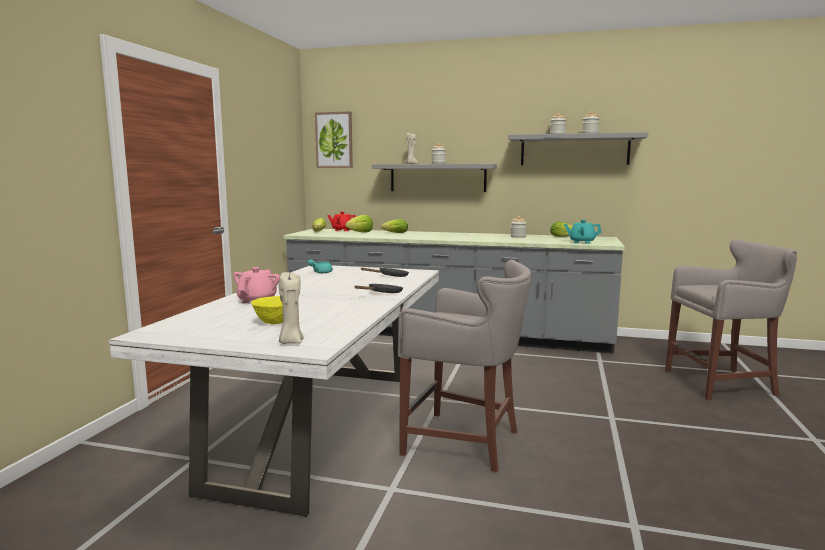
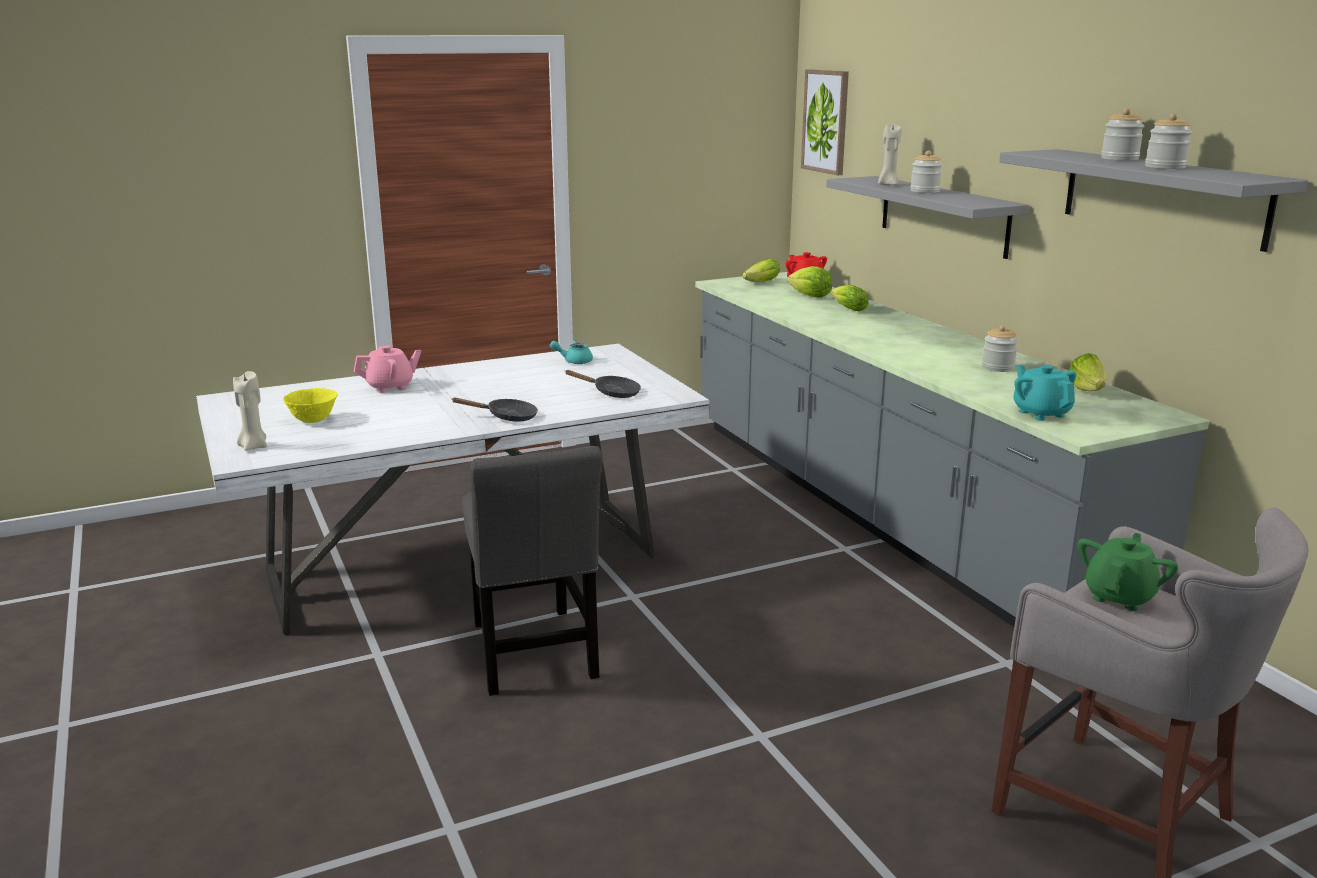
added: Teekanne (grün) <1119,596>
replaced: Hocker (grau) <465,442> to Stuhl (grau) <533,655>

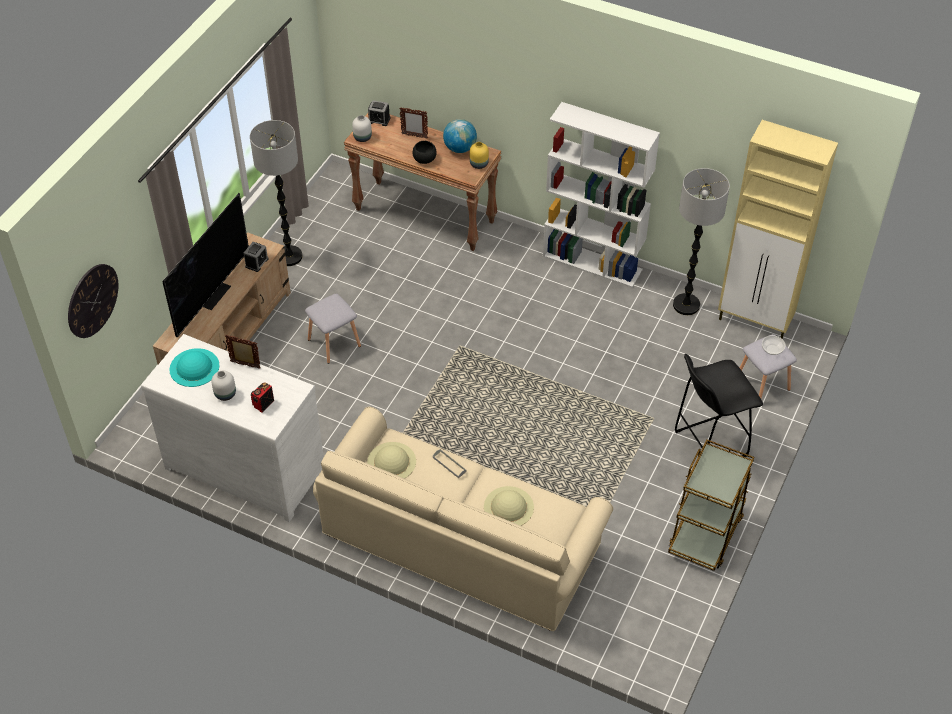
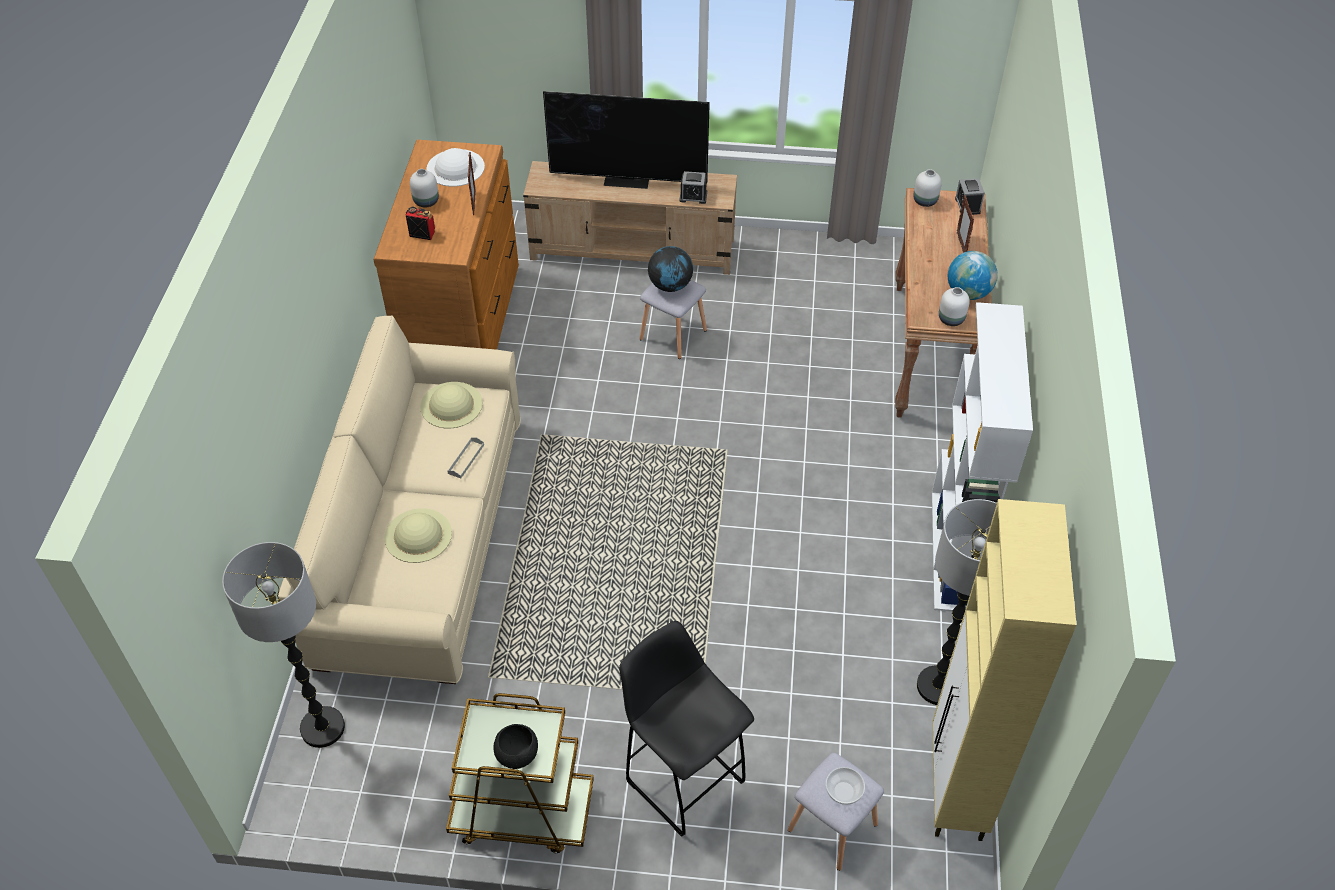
removed: Wanduhr <92,300>
added: Globus <670,285>
moved: Stehlampe <289,256> to <322,727>; Schüssel (schwarz) <424,159> to <516,754>
recoloured: Kommode (weiß) <246,466> to Kommode (braun) <463,320>; Hut (türkis) <194,367> to Hut (weiß) <455,167>; Vase (gelb) <478,164> to Vase (weiß) <950,319>

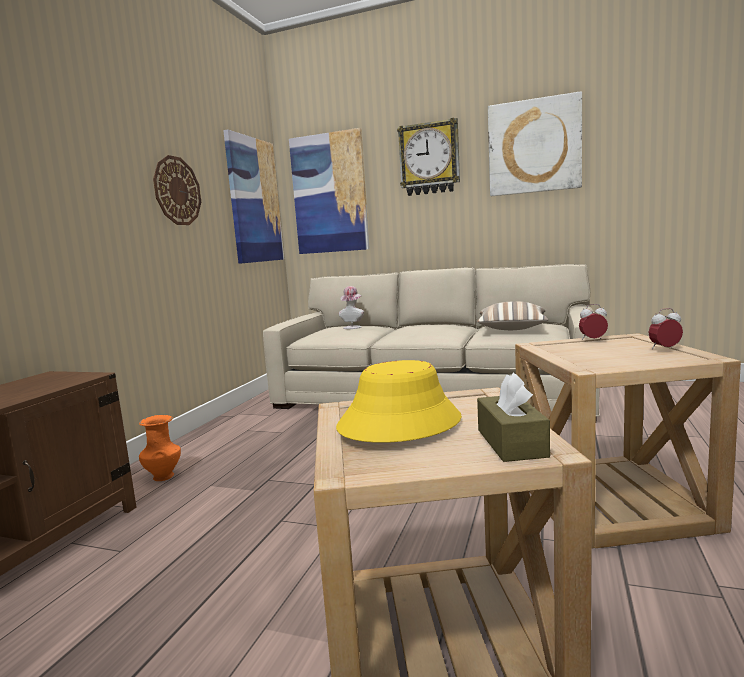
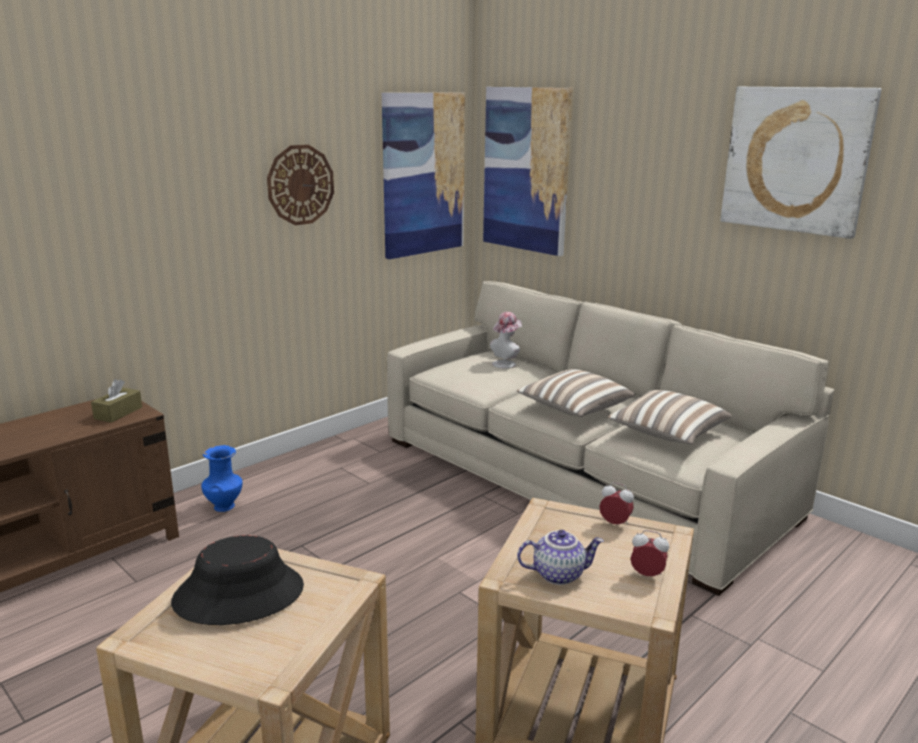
removed: Wanduhr <429,159>
added: Kissen <574,409>; Teekanne <558,574>
moved: Taschentuchbox (braun) <511,443> to <118,413>
recoloured: Vase (orange) <163,476> to Vase (blau) <224,506>; Hut (gelb) <399,423> to Hut (schwarz) <239,594>

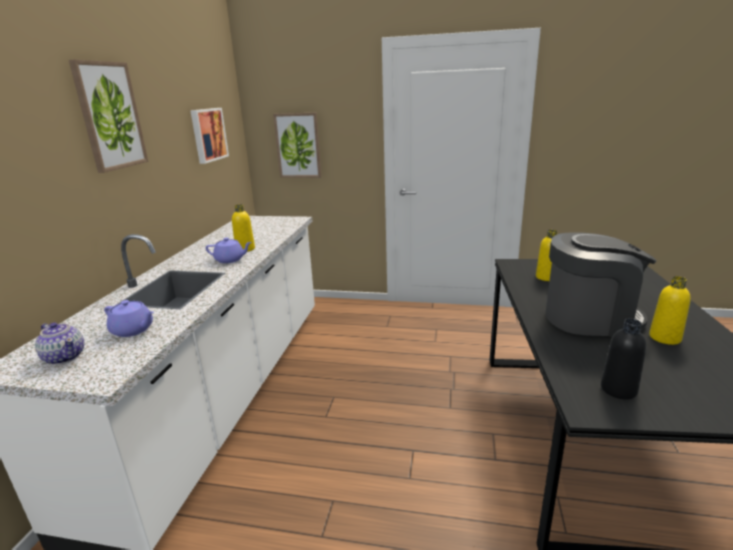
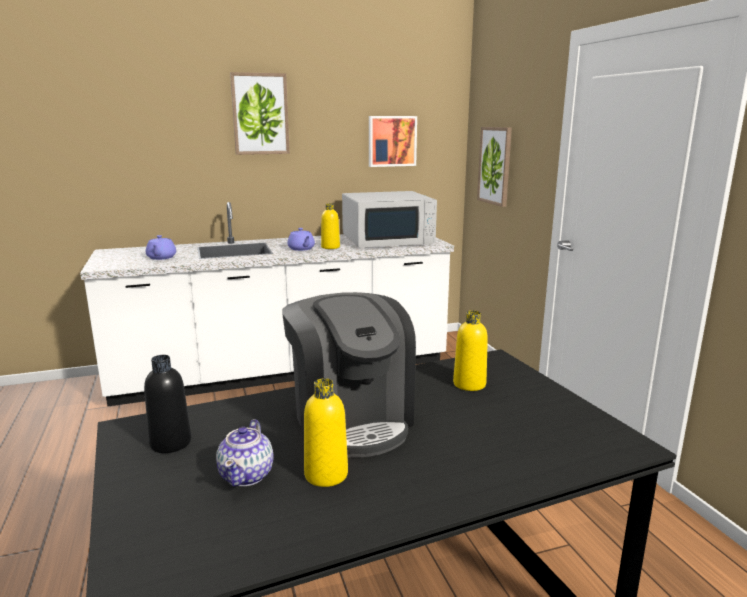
added: Mikrowelle (weiß) <388,240>
moved: Teekanne <65,357> to <247,475>

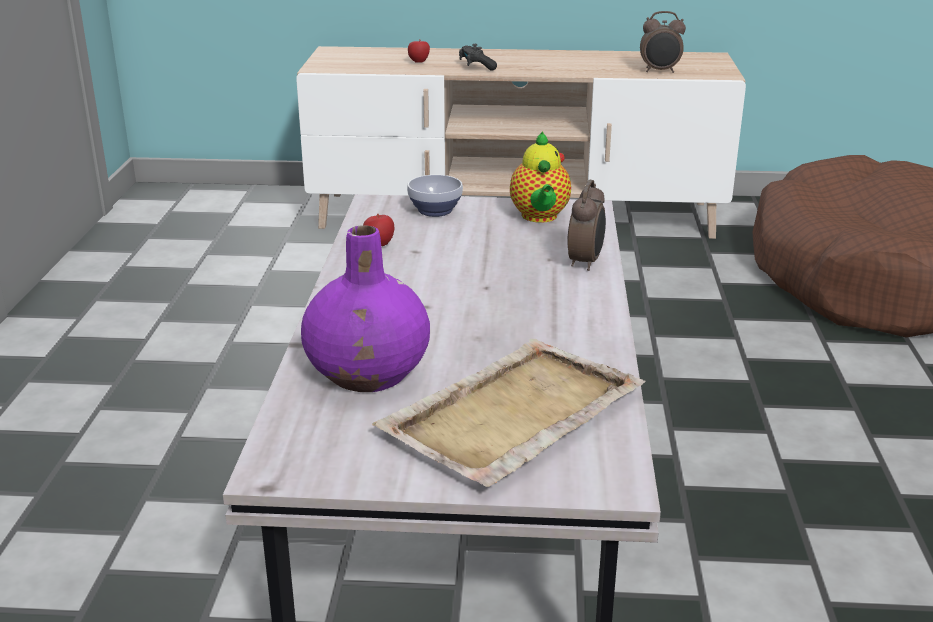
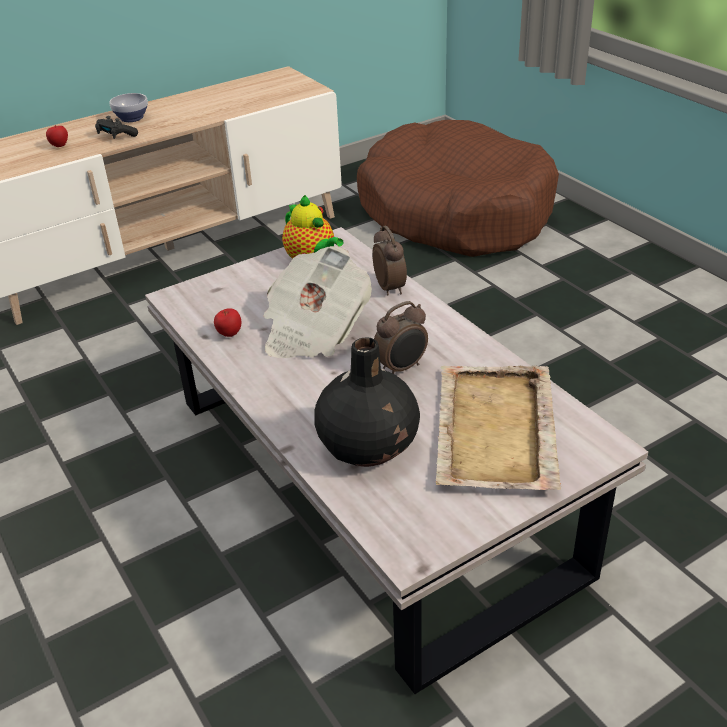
added: Zeitung <314,330>
moved: Schüssel <436,211> to <132,118>; Wecker <660,71> to <402,368>
recoloured: Vase (lila) <369,374> to Vase (schwarz) <369,446>

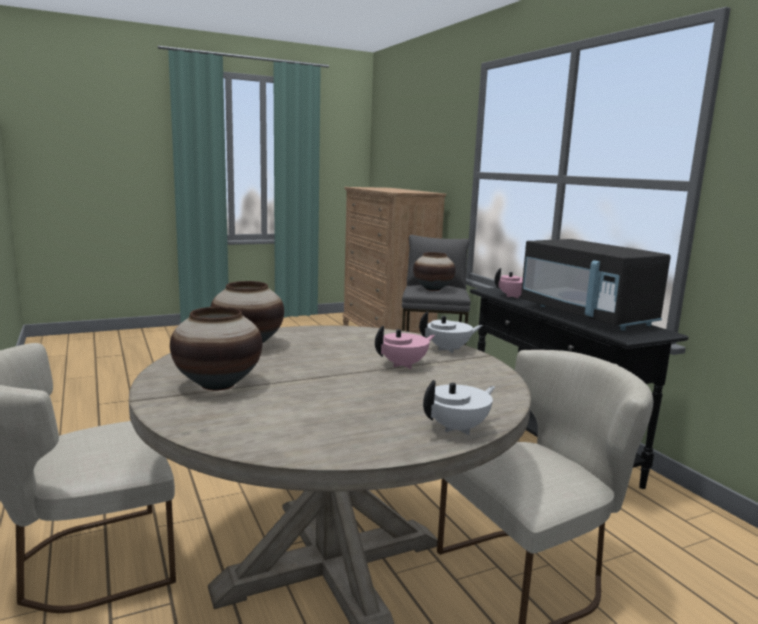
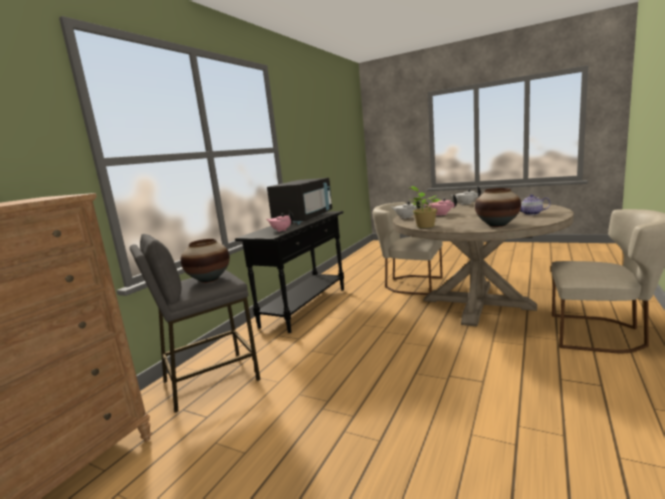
added: Topfpflanze <424,226>
replaced: Vase <217,384> to Teekanne <531,214>

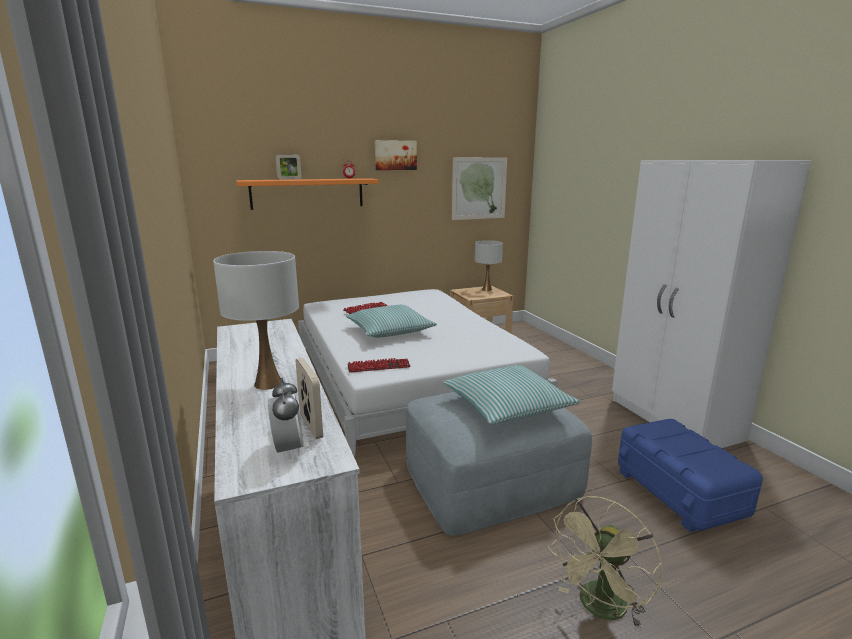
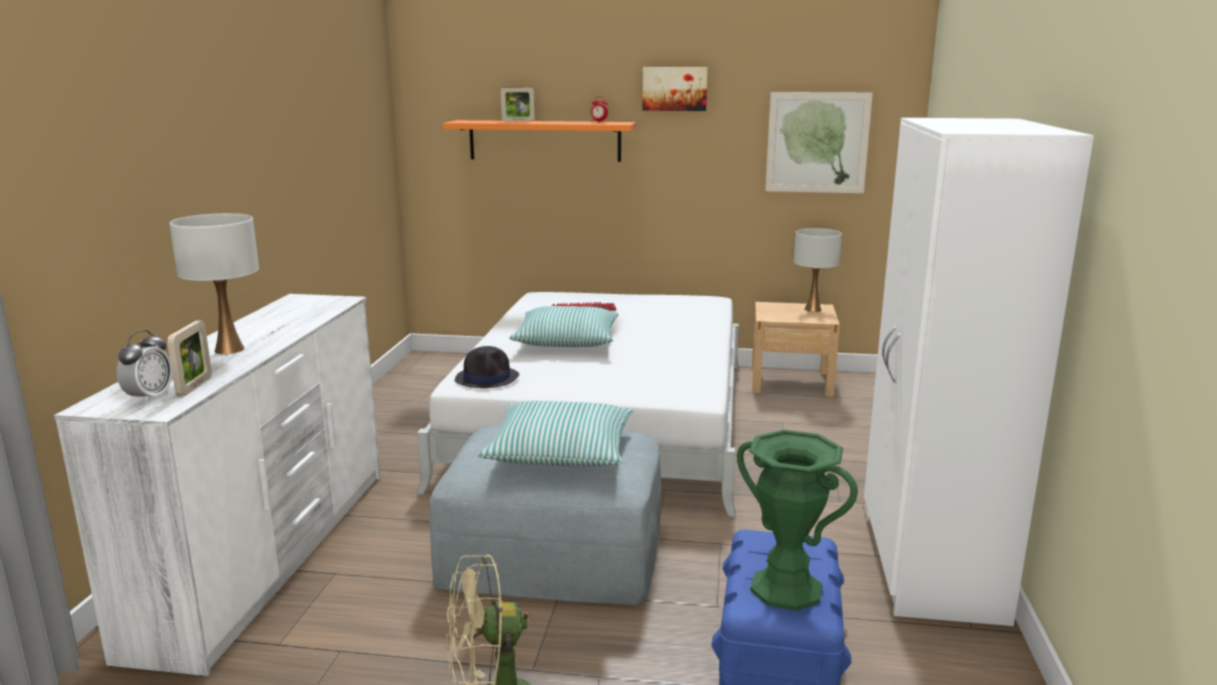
added: Vase (grün) <786,589>
replaced: Tastatur <378,366> to Hut (schwarz) <487,378>

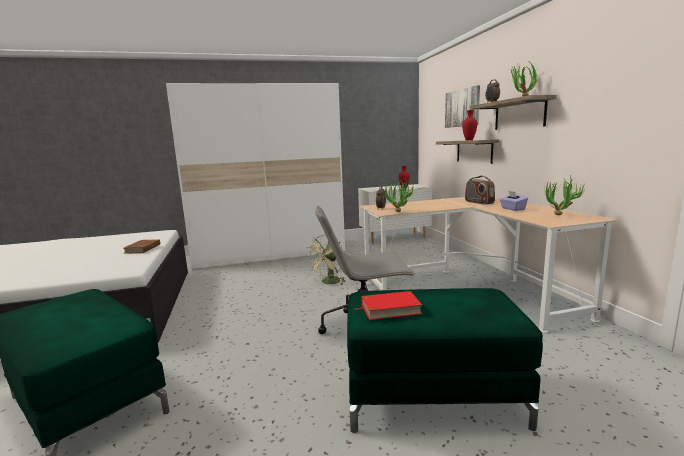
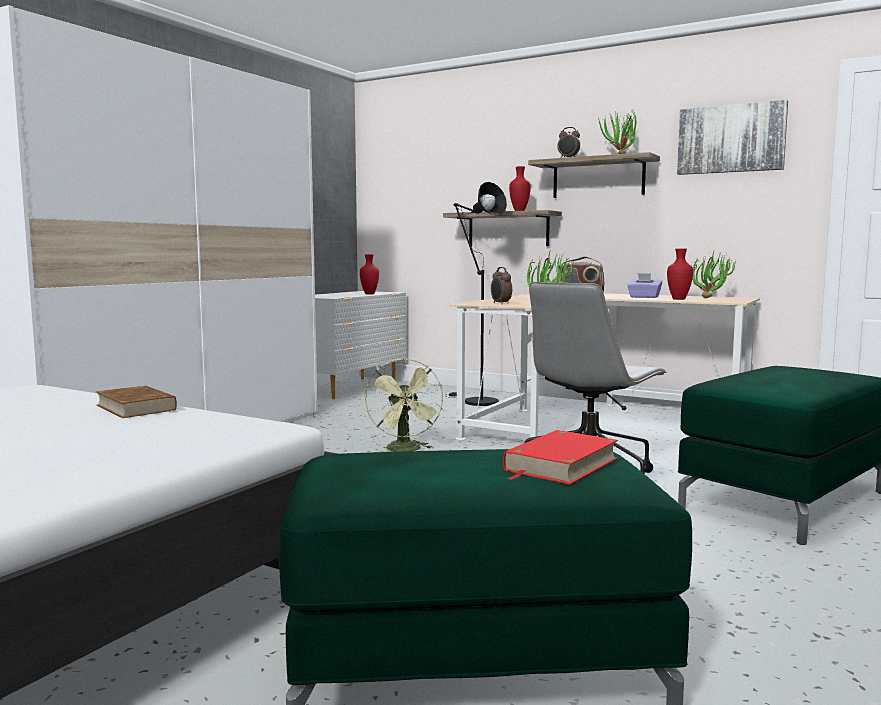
added: Stehlampe (schwarz) <476,401>; Vase (rot) <678,299>
moved: Buch (rot) <390,309> to <560,464>; Bild <462,108> to <731,139>

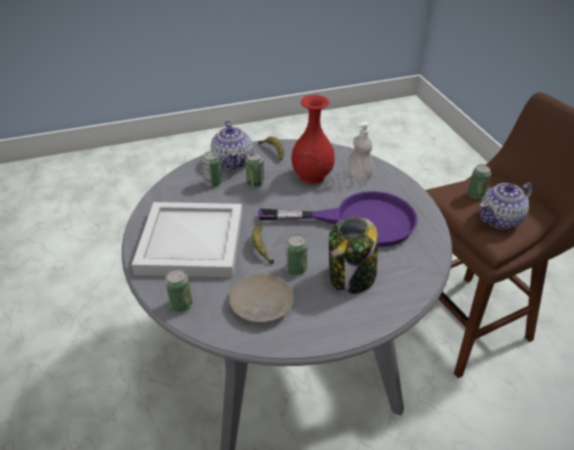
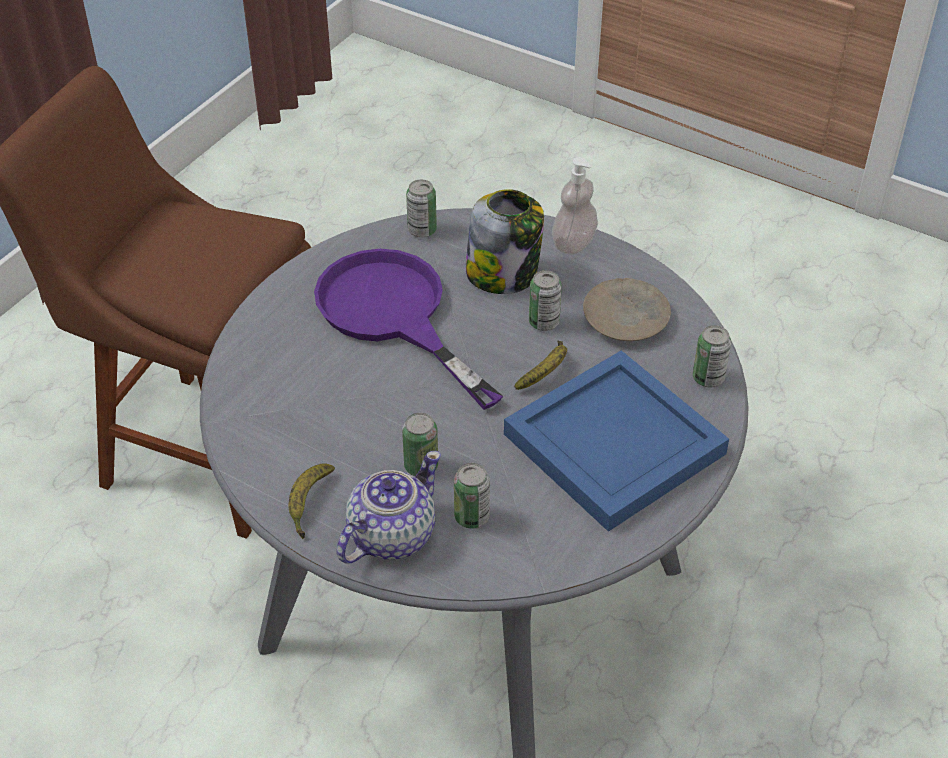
removed: Vase (rot) <311,175>; Teekanne <500,219>
moved: Seifenspender <359,176> to <573,244>; Dose <475,195> to <422,230>
recoloured: Tablett (weiß) <192,243> to Tablett (blau) <614,441>

